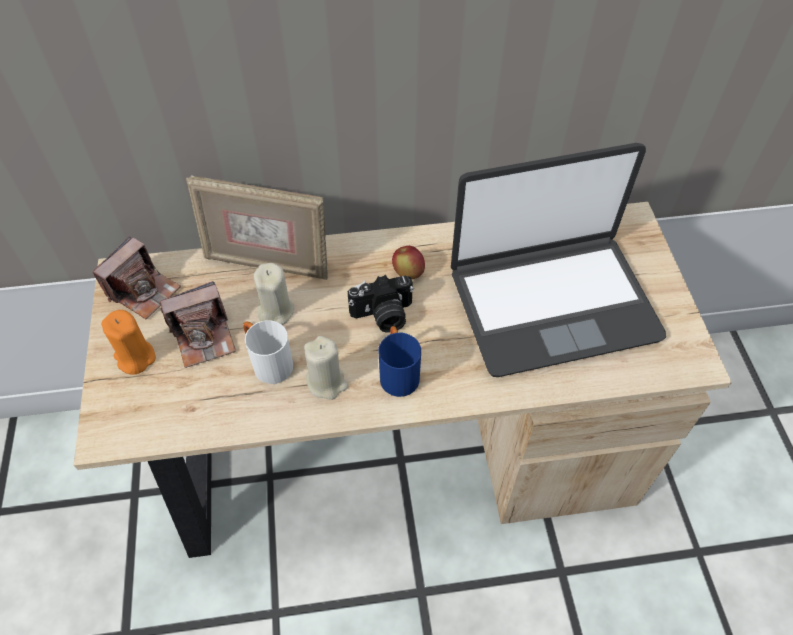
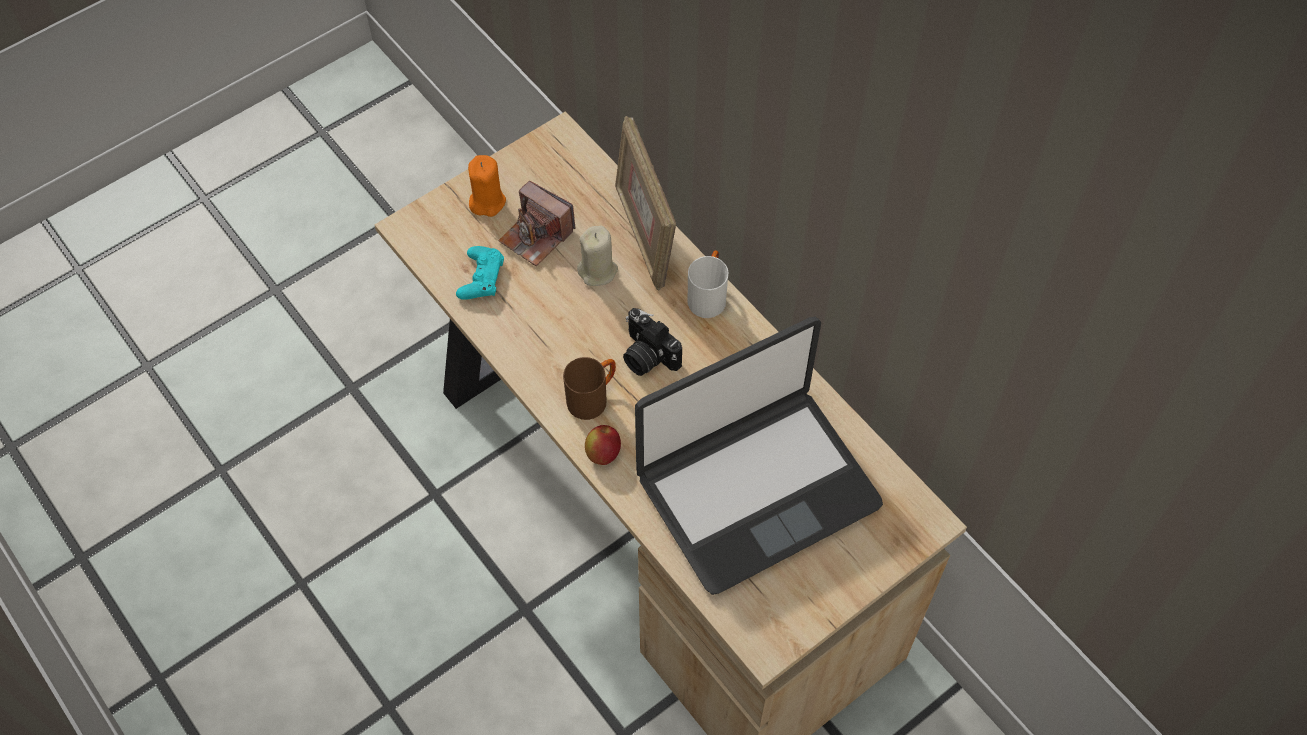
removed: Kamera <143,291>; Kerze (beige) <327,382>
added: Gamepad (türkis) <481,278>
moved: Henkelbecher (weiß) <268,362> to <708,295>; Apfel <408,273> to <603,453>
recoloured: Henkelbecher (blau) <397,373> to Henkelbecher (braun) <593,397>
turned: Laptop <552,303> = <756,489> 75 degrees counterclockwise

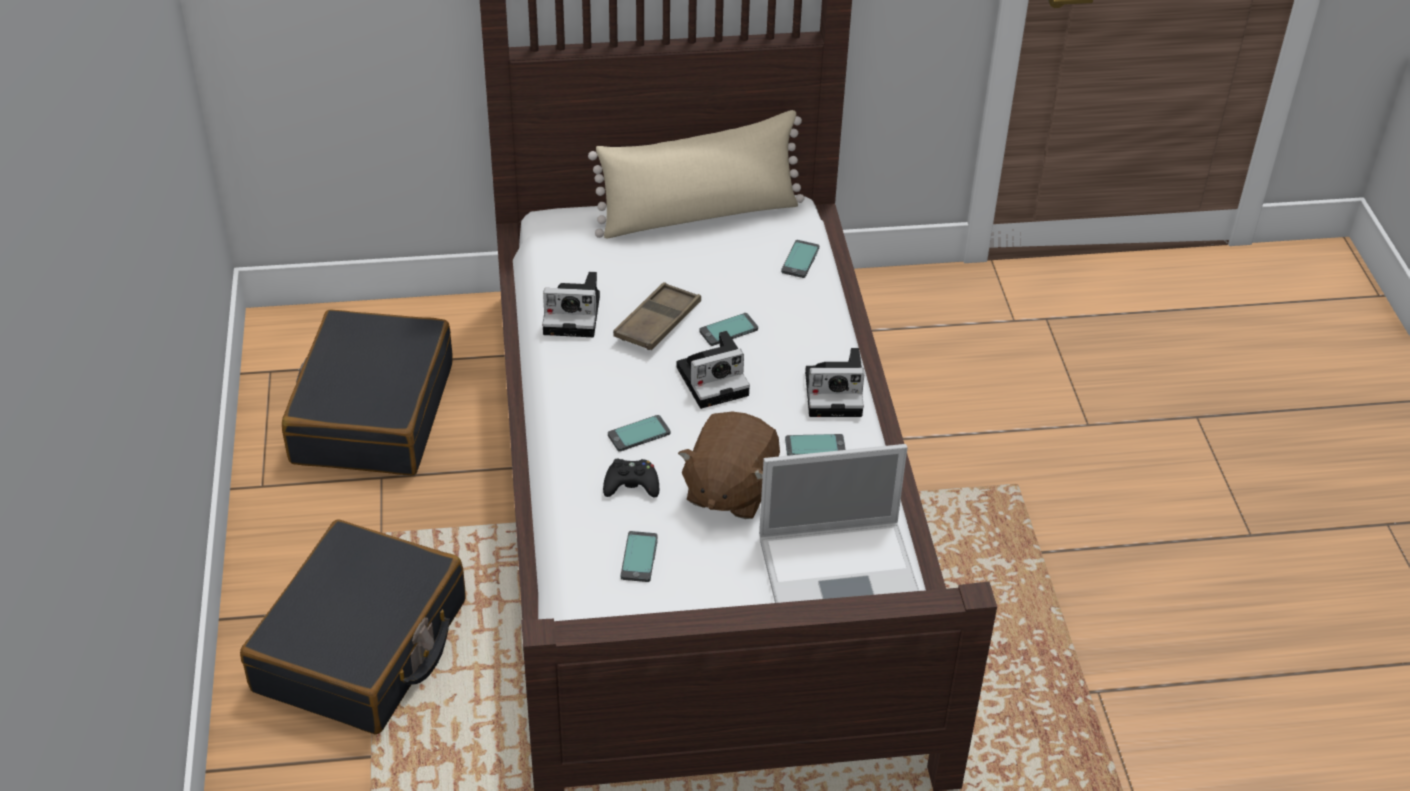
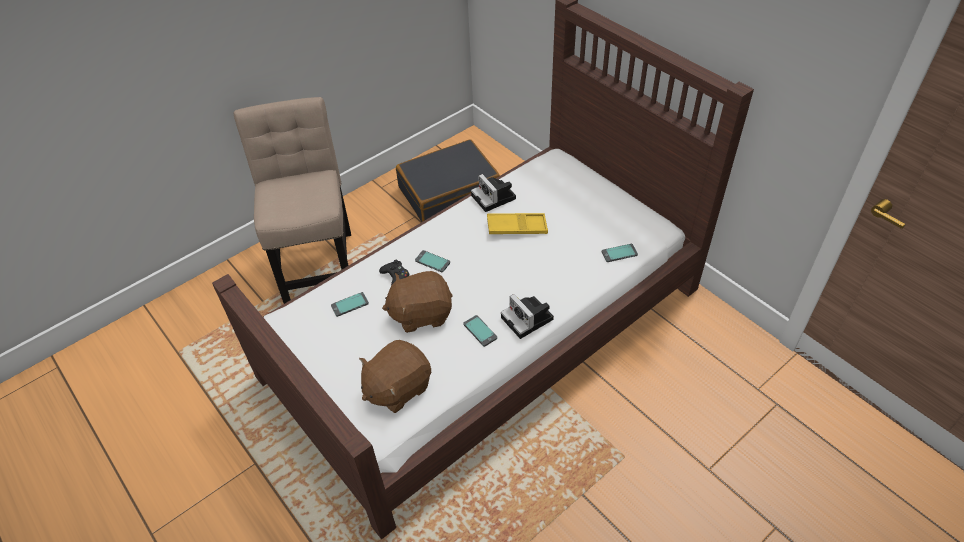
removed: Kissen (beige) <699,215>; Kamera <714,379>; Handy <728,330>
replaced: Koffer (schwarz) <362,647> to Stuhl (beige) <318,265>; Laptop <842,571> to Plüschtier (braun) <397,387>
recoloured: Tablett (braun) <657,322> to Tablett (gelb) <517,227>

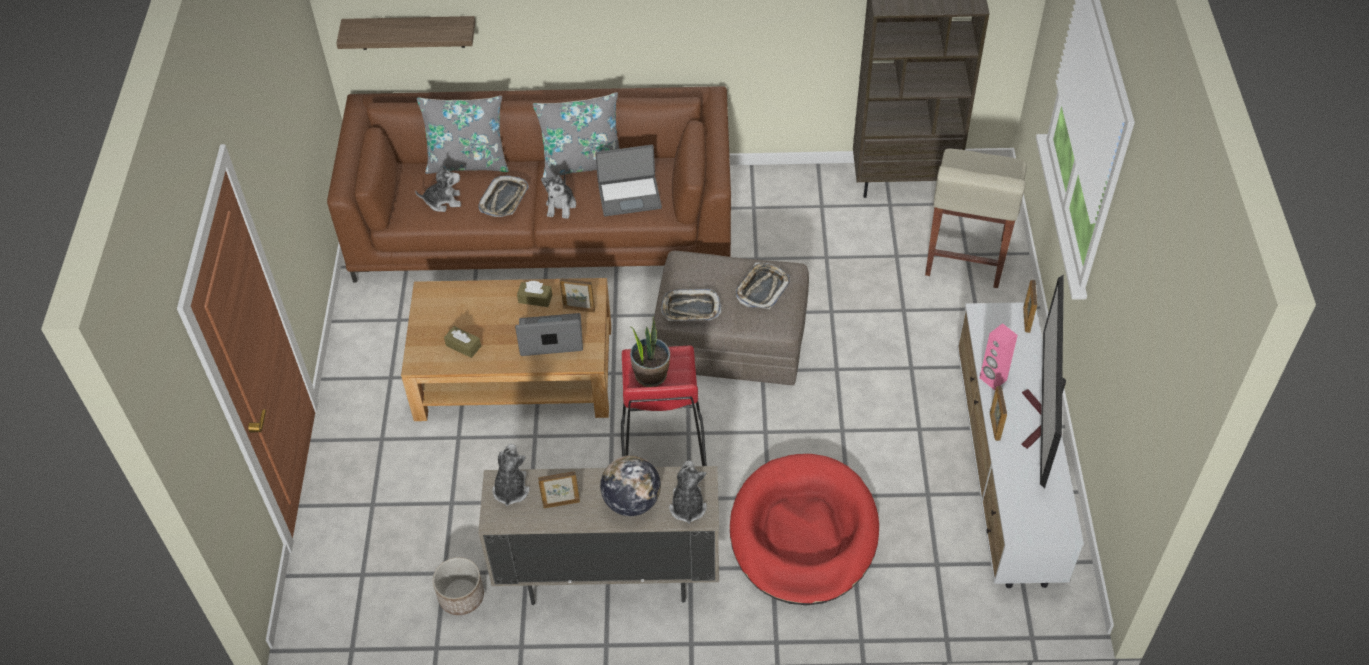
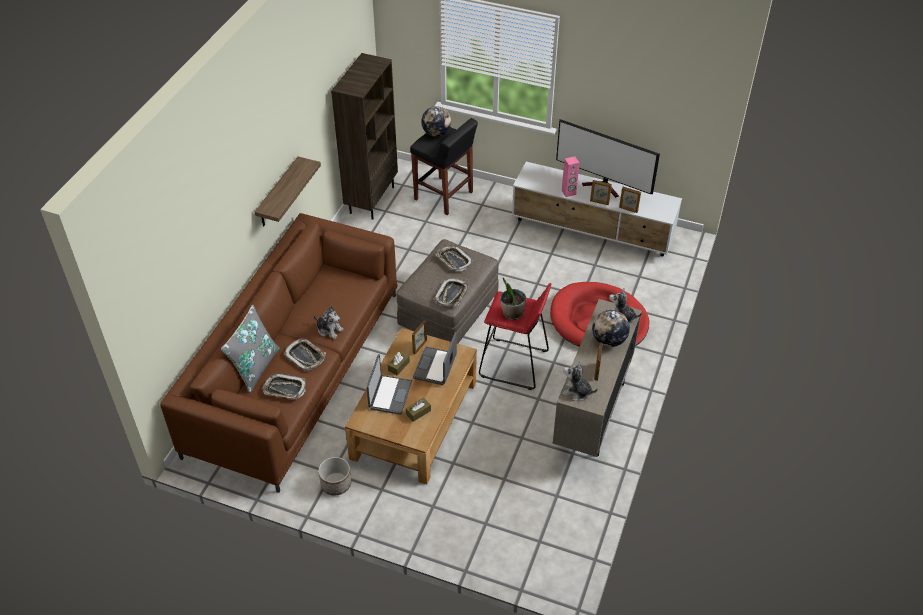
removed: Kissen (grau) <582,163>
added: Globus <436,133>
moved: Wandregal <411,32> to <278,193>; Pflanzkübel <461,596> to <336,484>; Laptop <629,196> to <389,395>; Bilderrahmen <1026,320> to <628,209>
replaced: Plüschtier <443,201> to Tablett <284,389>
recoloured: Hocker (beige) <965,258> to Hocker (schwarz) <444,196>

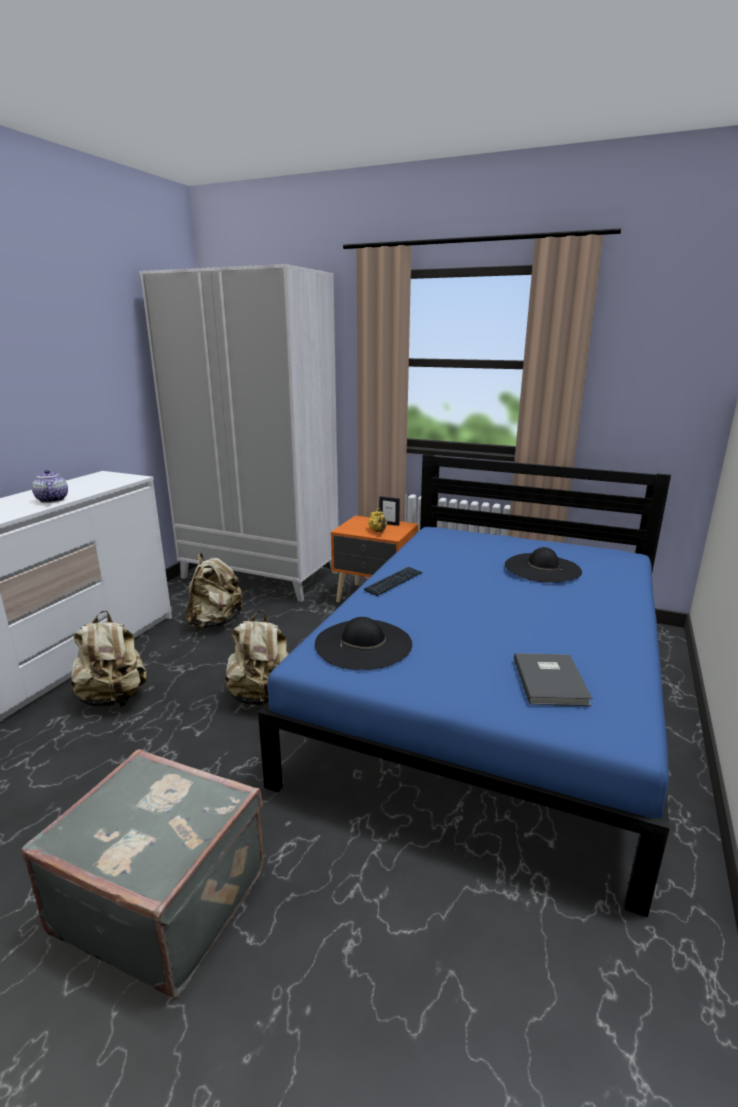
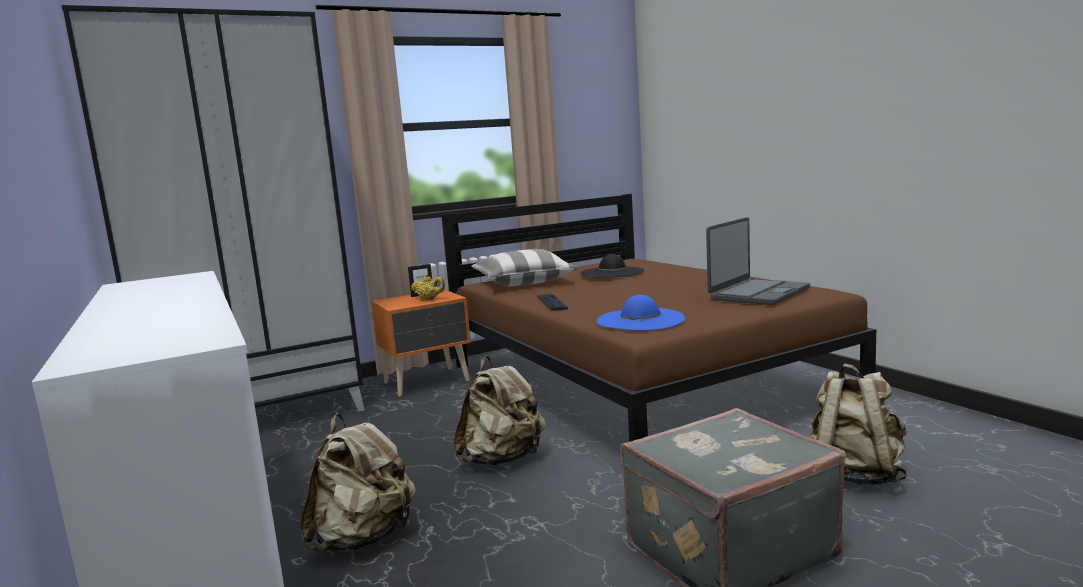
removed: Teekanne <52,500>
added: Kissen <523,283>
moved: Rucksack (beige) <216,622> to <854,475>
replaced: Buch (grau) <551,681> to Laptop <758,293>
recoloured: Kleiderschrank (weiß) <261,575> to Kleiderschrank (schwarz) <261,416>; Bett (blau) <491,695> to Bett (braun) <636,382>; Hut (schwarz) <363,644> to Hut (blau) <640,320>

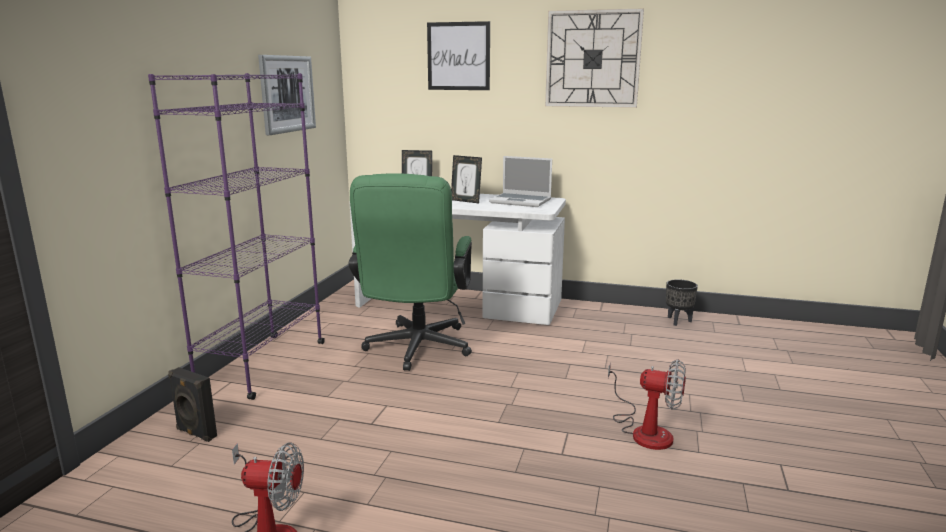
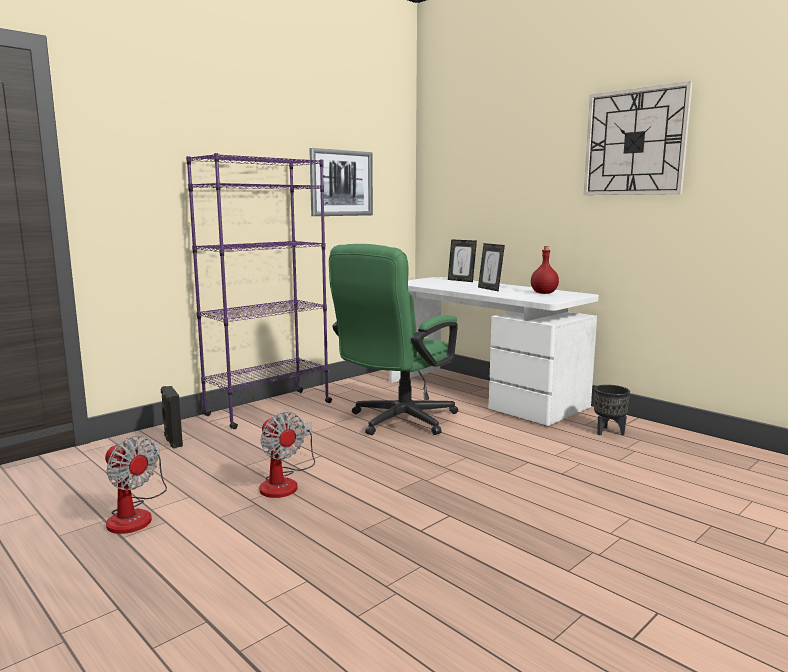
removed: Bild <458,56>
moved: Ventilator <644,430> to <284,482>; Pflanzkübel (schwarz) <678,321> to <609,432>
replaced: Laptop <521,201> to Flasche (rot) <544,293>

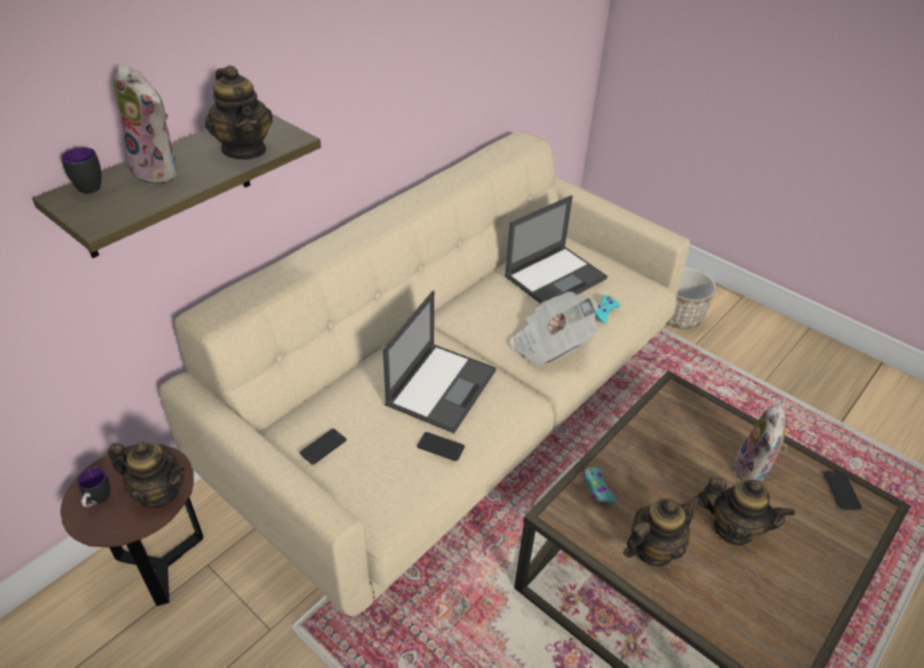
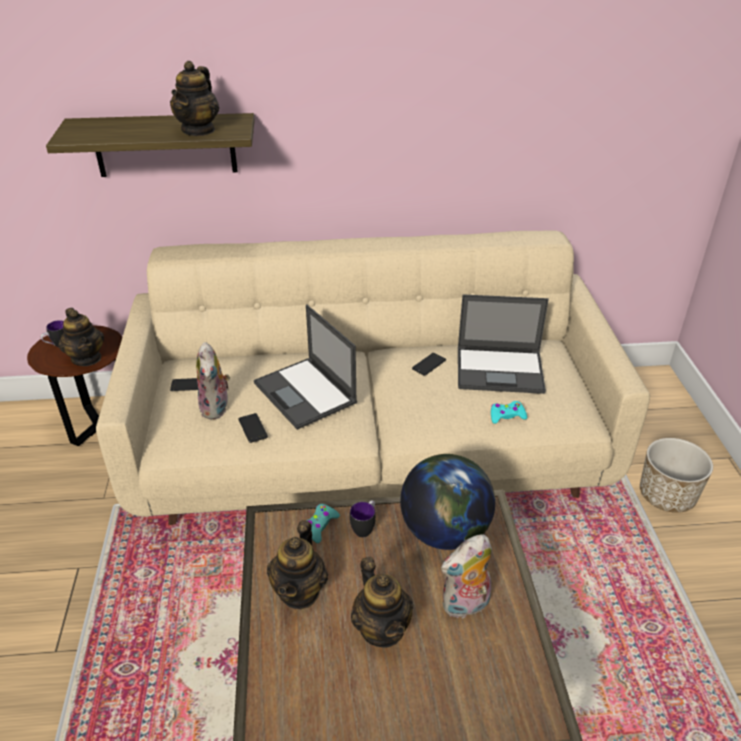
removed: Zeitung <550,344>
added: Globus <445,531>
moved: Henkelbecher <90,185> to <365,527>; Plüschtier <160,172> to <217,408>; Handy <841,490> to <429,364>
turned: Laptop <442,386> = <306,393> 75 degrees clockwise; Teekanne <652,549> = <300,591> 90 degrees clockwise

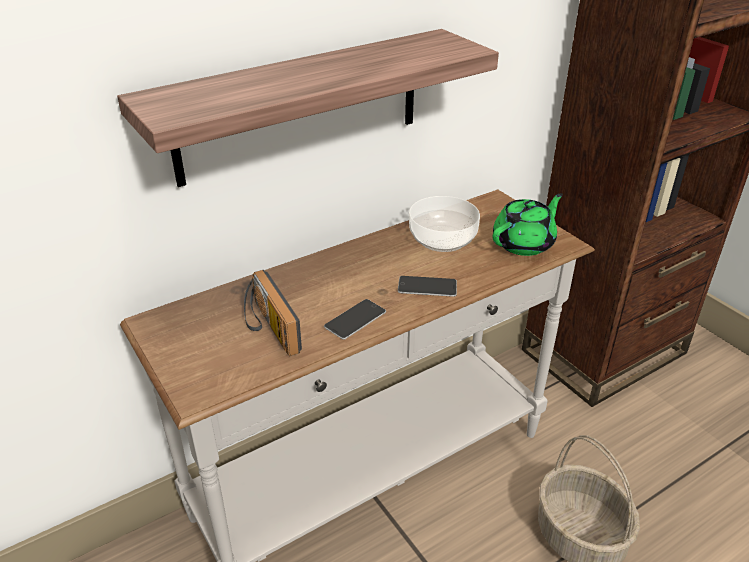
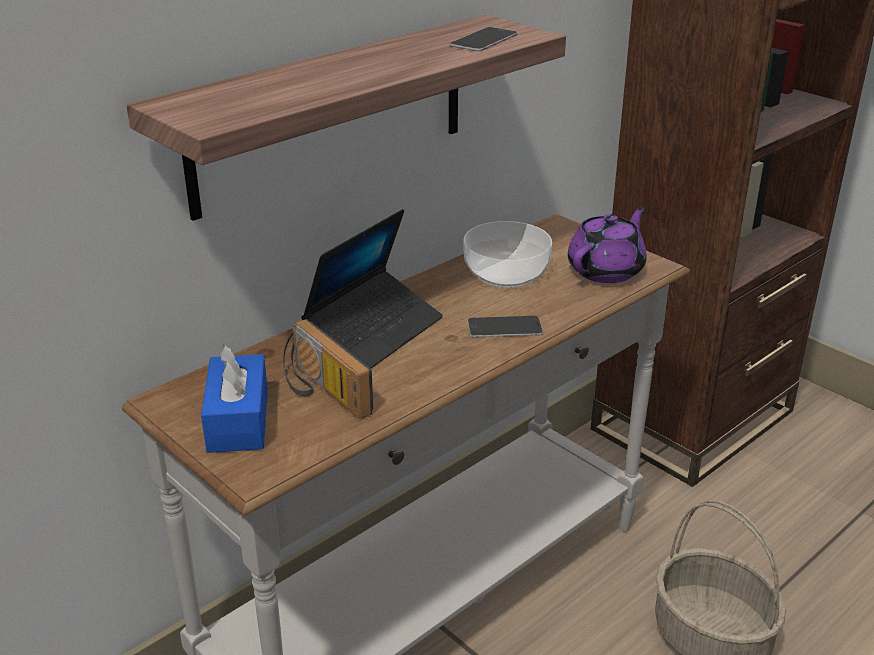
added: Taschentuchbox (blau) <238,420>; Laptop <375,331>
moved: Handy <355,319> to <484,40>
recoloured: Teekanne (grün) <524,243> to Teekanne (lila) <606,270>

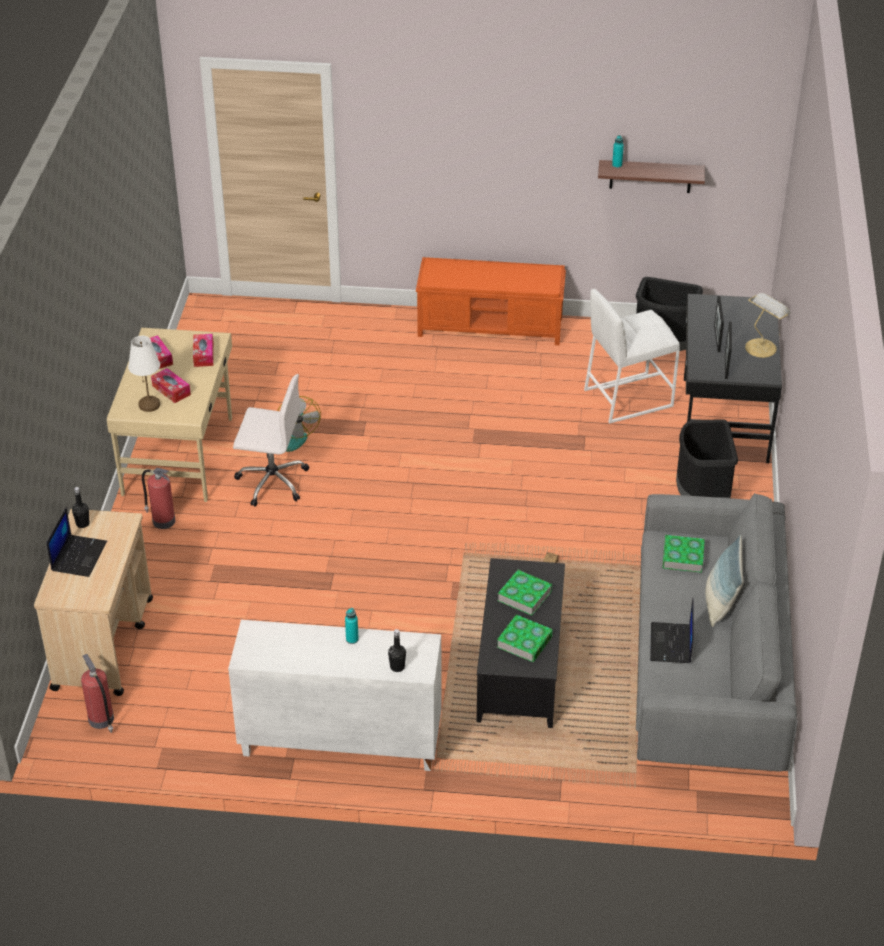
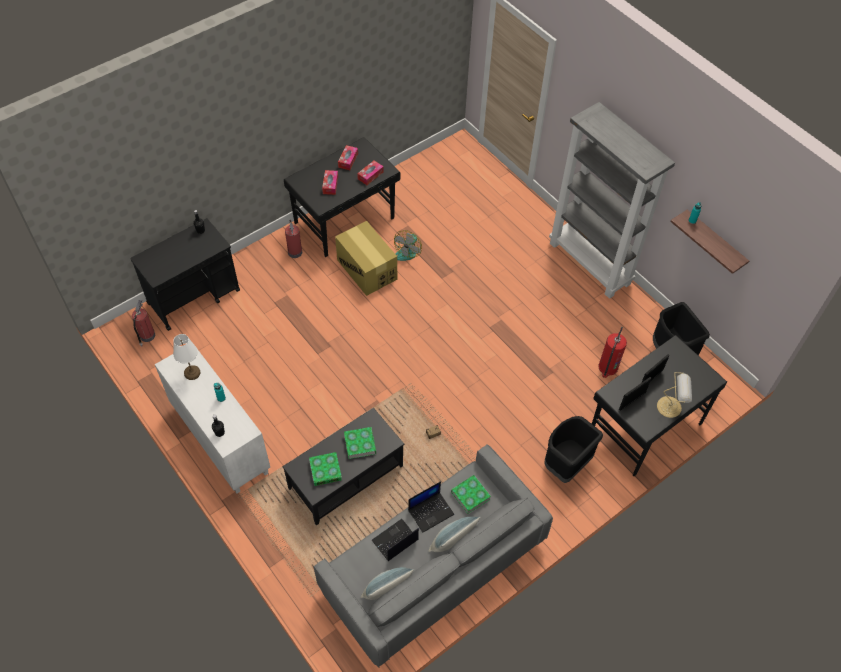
added: Kissen <386,590>
moved: Laptop <78,556> to <431,511>; Tischlampe (weiß) <149,404> to <192,373>
replaced: Bürostuhl (weiß) <271,481> to Karton <367,269>; Bank (orange) <491,326> to Bücherregal (grau) <590,263>; Hocker (weiß) <627,397> to Feuerlöscher <607,367>
recoloured: Rollwagen (beige) <103,643> to Rollwagen (schwarz) <194,297>; Schreibtisch (beige) <179,455> to Schreibtisch (schwarz) <345,221>

